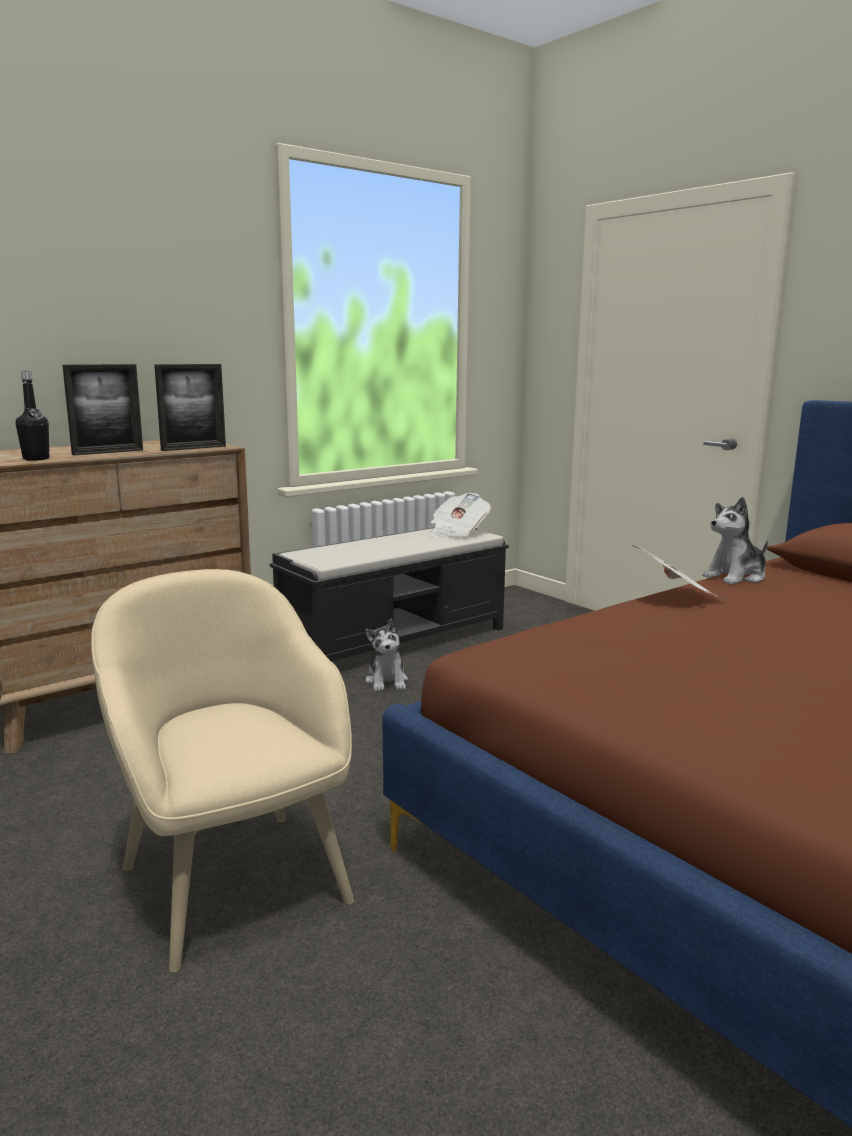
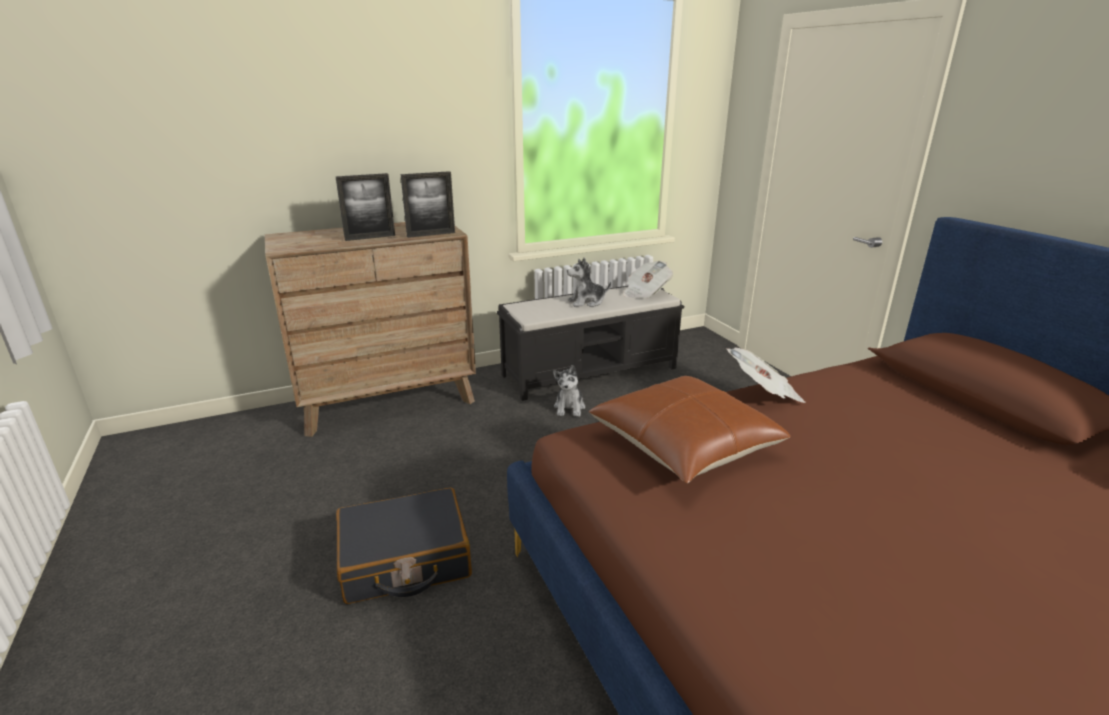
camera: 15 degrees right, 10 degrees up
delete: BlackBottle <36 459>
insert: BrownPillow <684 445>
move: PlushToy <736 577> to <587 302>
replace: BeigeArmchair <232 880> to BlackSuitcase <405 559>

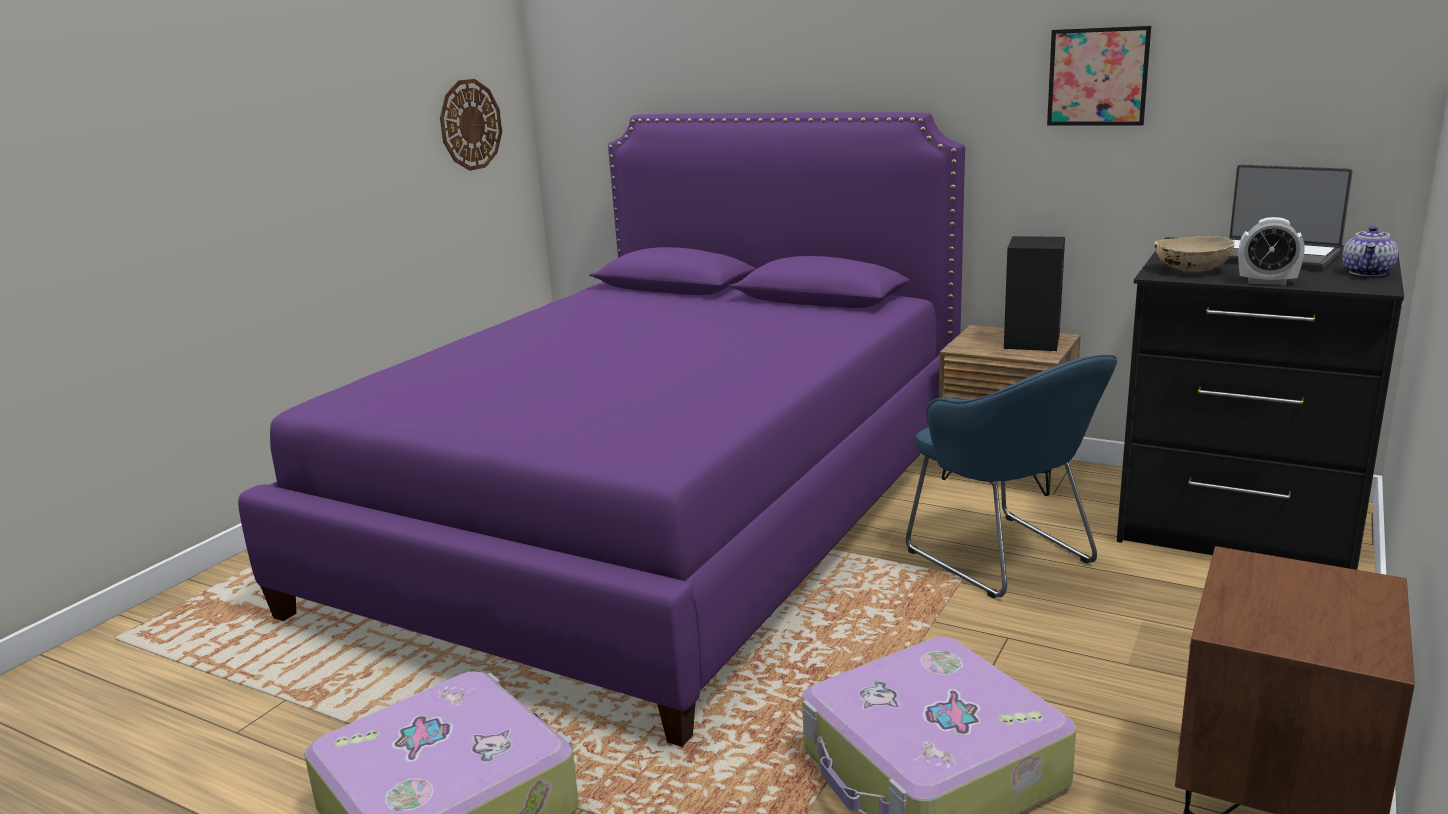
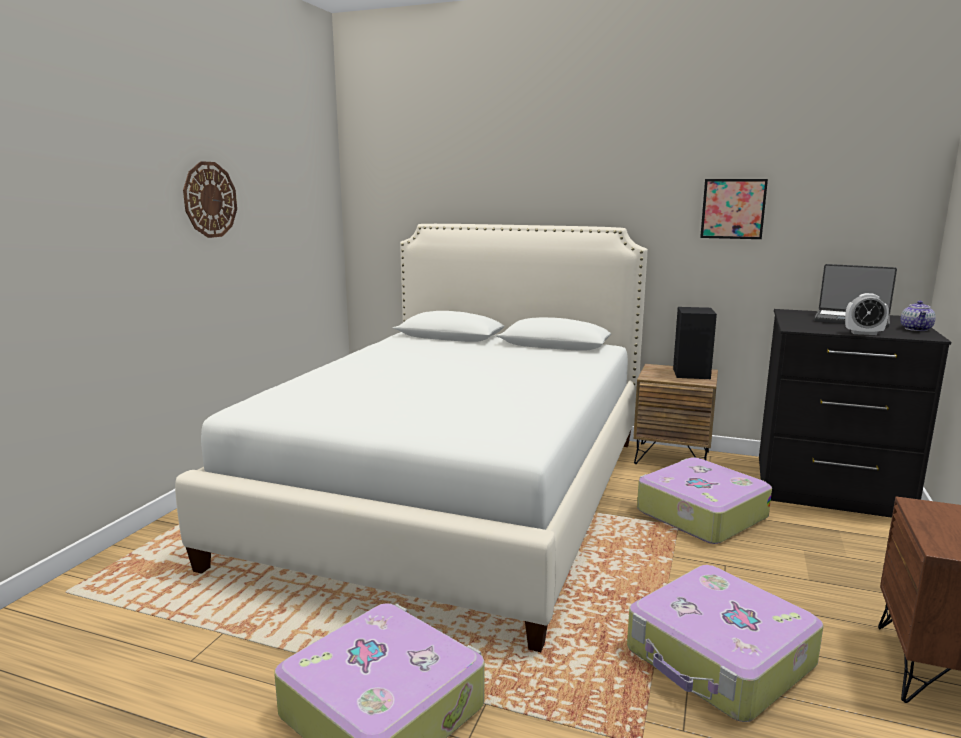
camera: 10 degrees left, 5 degrees down
delete: BeigeBowl <1191 270>
move: WallClock <470 124> to <210 199>
replace: BlueArmchair <1006 559> to Suitcase <699 514>
recolor: PurpleBed <658 521> to WhiteBed <456 494>

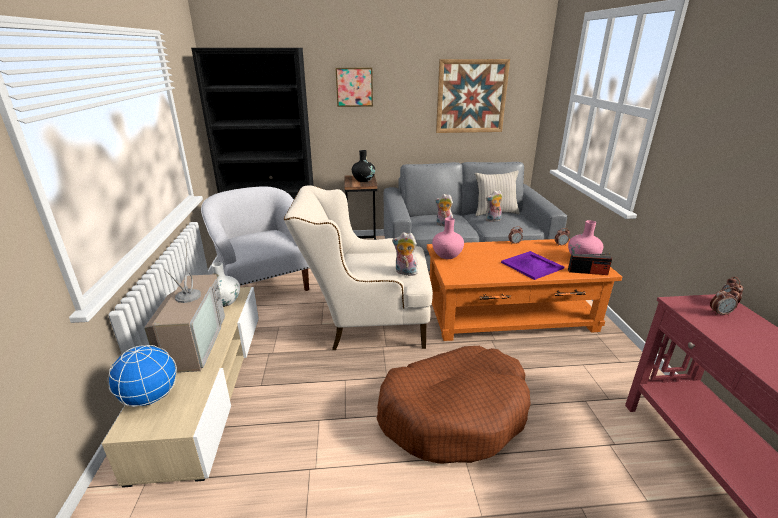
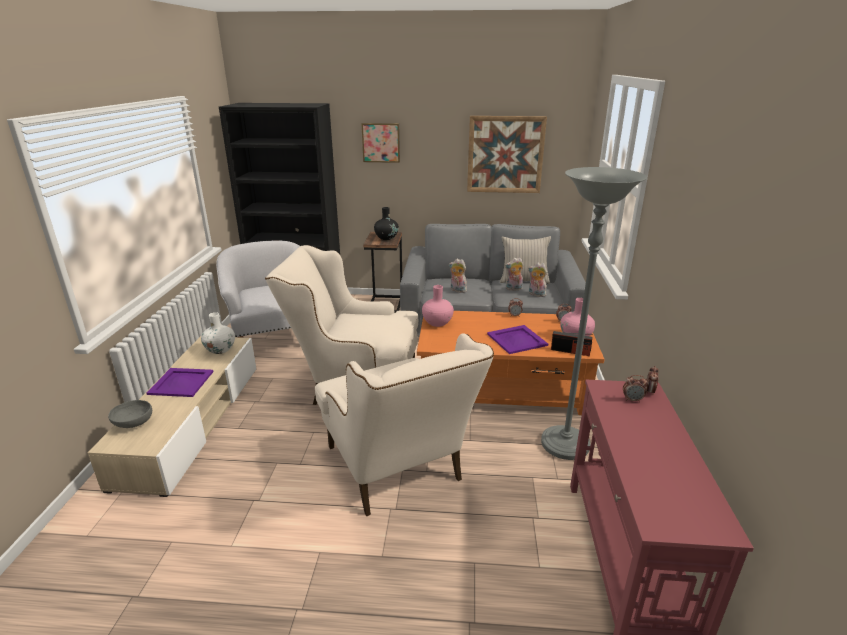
camera: 10 degrees right, 0 degrees up
insert: GreyFloorLamp <565 445>
move: PlushToy <405 272> to <536 294>
replace: Globe <150 398> to GreyBowl <133 423>; Television <192 342> to PurpleTray <181 382>; BrownDogBed <453 413> to BeigeArmchair <399 472>

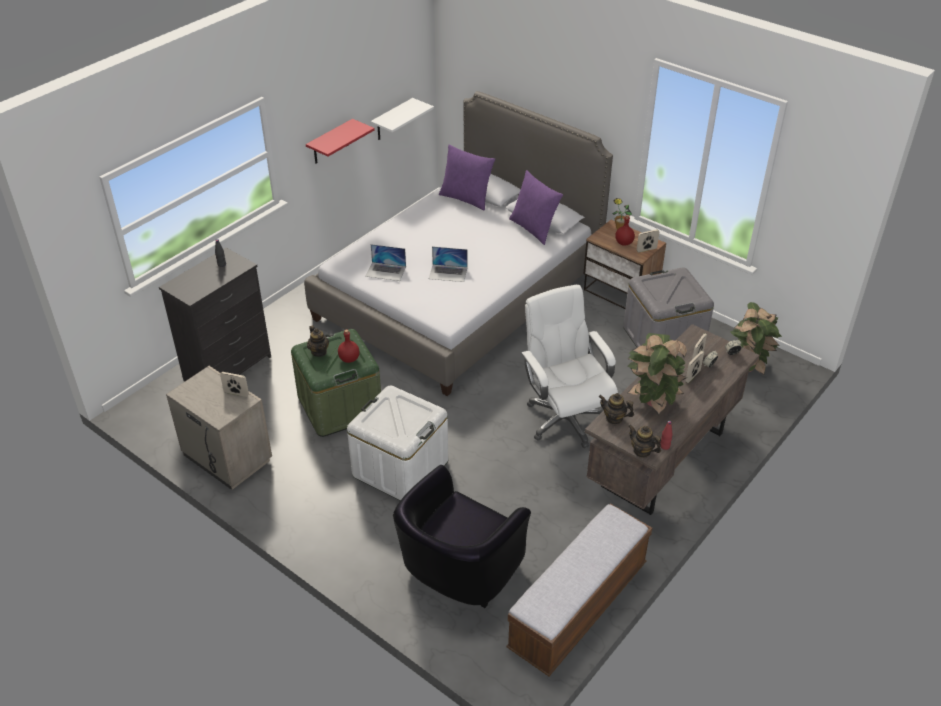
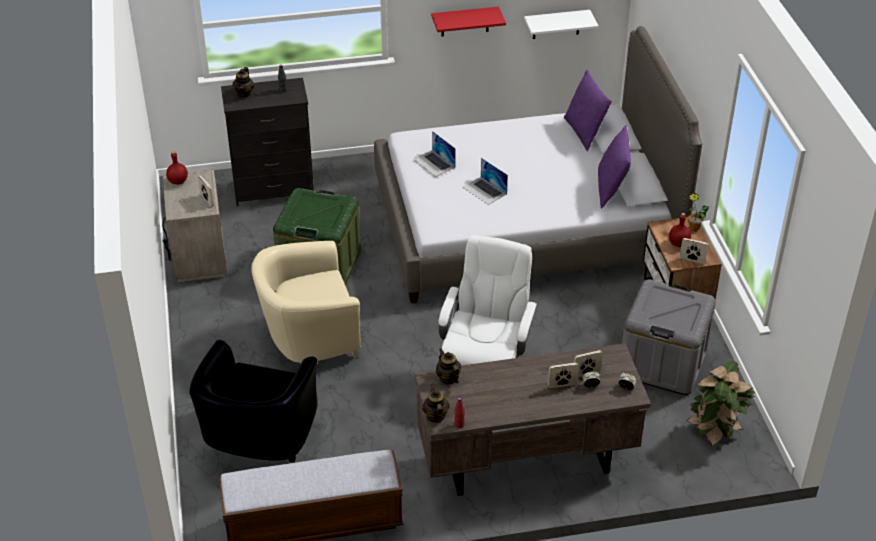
camera: 40 degrees right, 0 degrees up
delete: PottedPlant <652 401>
move: Teapot <319 352> to <244 93>; RedBottle <349 359> to <177 181>
replace: WhiteStorageBox <400 468> to BeigeArmchair <308 338>
rotate: BlackArmchair <457 573> = <257 440> 60 degrees counterclockwise

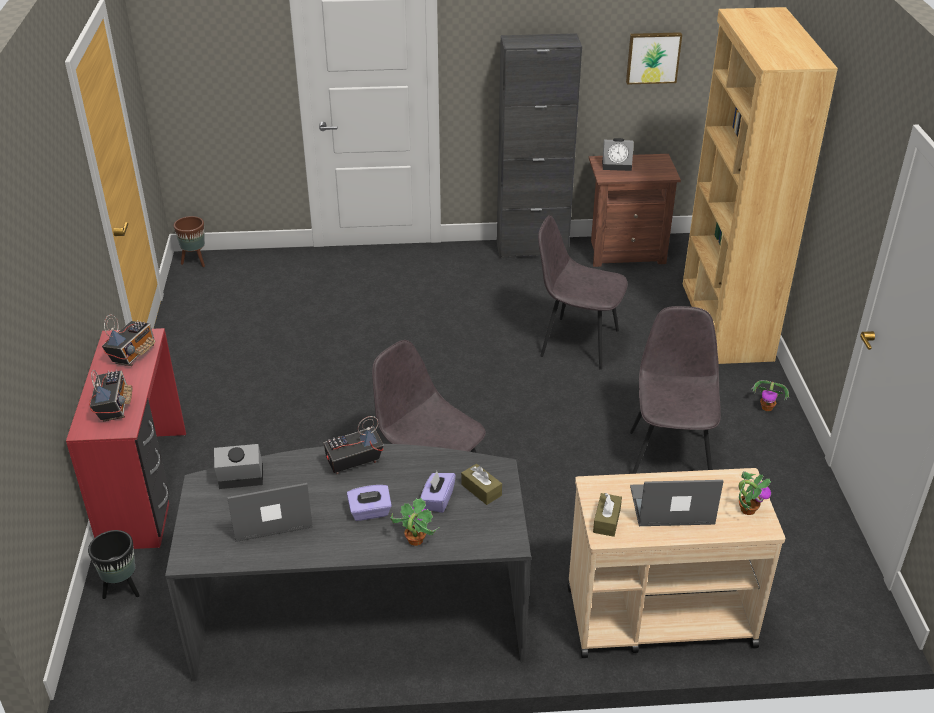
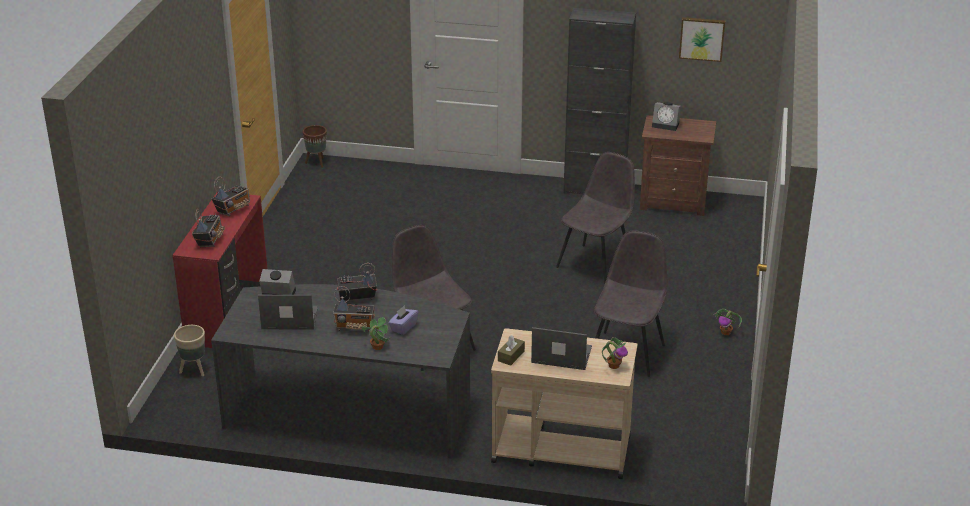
camera: 15 degrees right, 5 degrees down
delete: BrownTissueBox <481 490>; BrownBookcase <725 321>
replace: PurpleTissueBox <370 512> to Radio <355 327>
recolor: BlackPlanter <122 589> to BeigePlanter <194 370>
rotate: GreyChair <577 342> = <595 264> 90 degrees clockwise

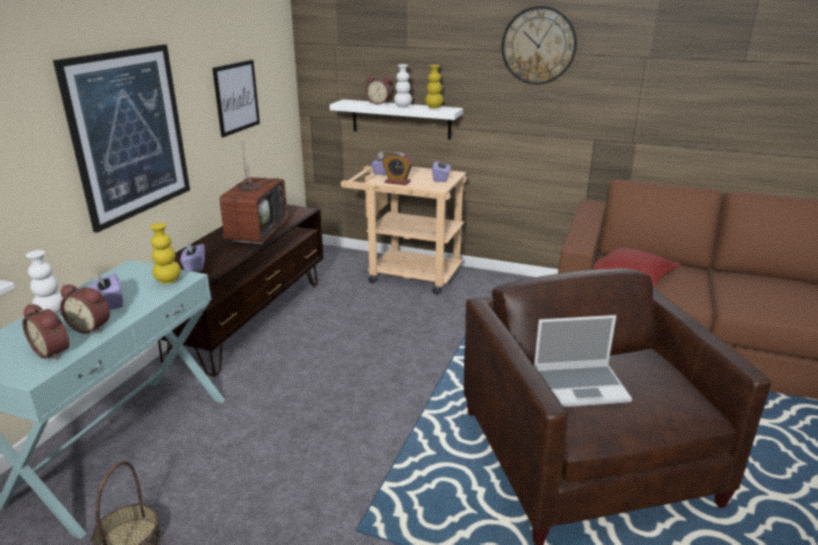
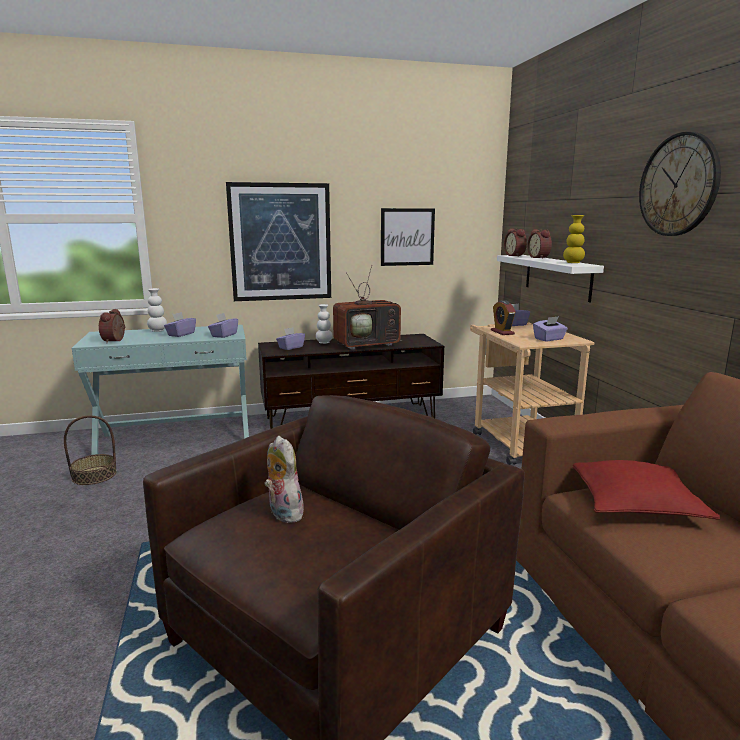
camera: 55 degrees right, 10 degrees down
move: AlarmClock <92 327> to <515 256>; WhiteVase <403 107> to <324 342>
replace: YellowVase <168 281> to PurpleTissueBox <224 335>; Laptop <580 386> to PlushToy <283 513>

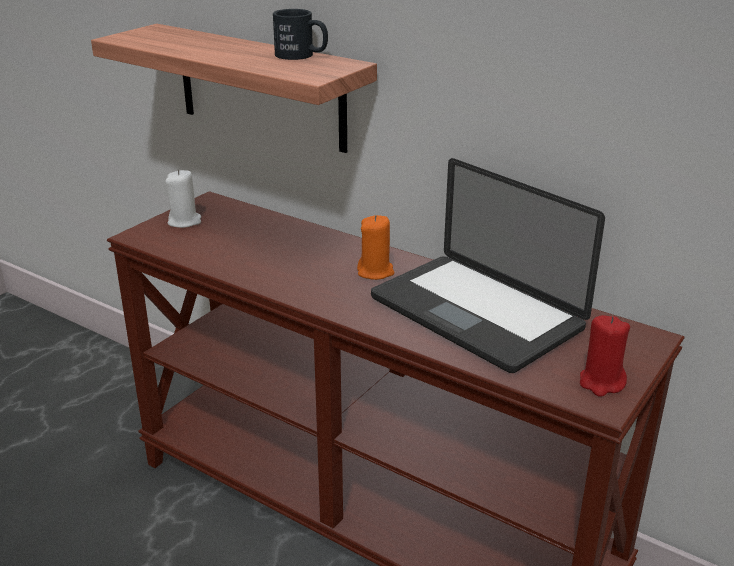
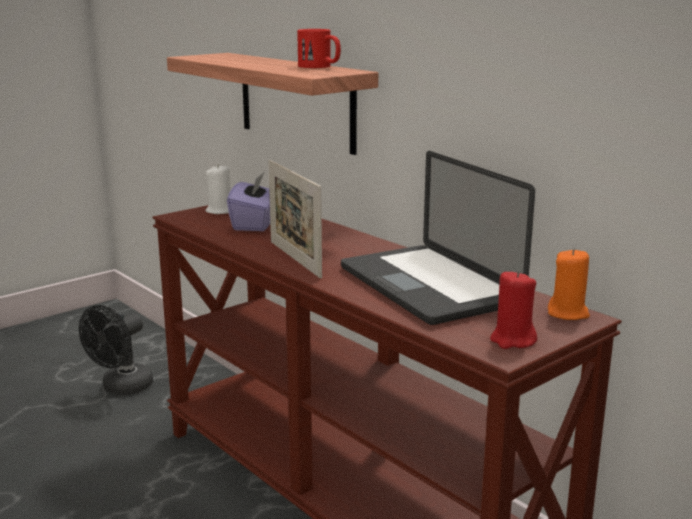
camera: 15 degrees right, 10 degrees down
insert: BlackFan <122 388>; PurpleTissueBox <255 224>; PictureFrame <294 259>
move: OrangeCandle <375 272> to <568 313>
recolor: BlackMug <302 55> to RedMug <320 67>

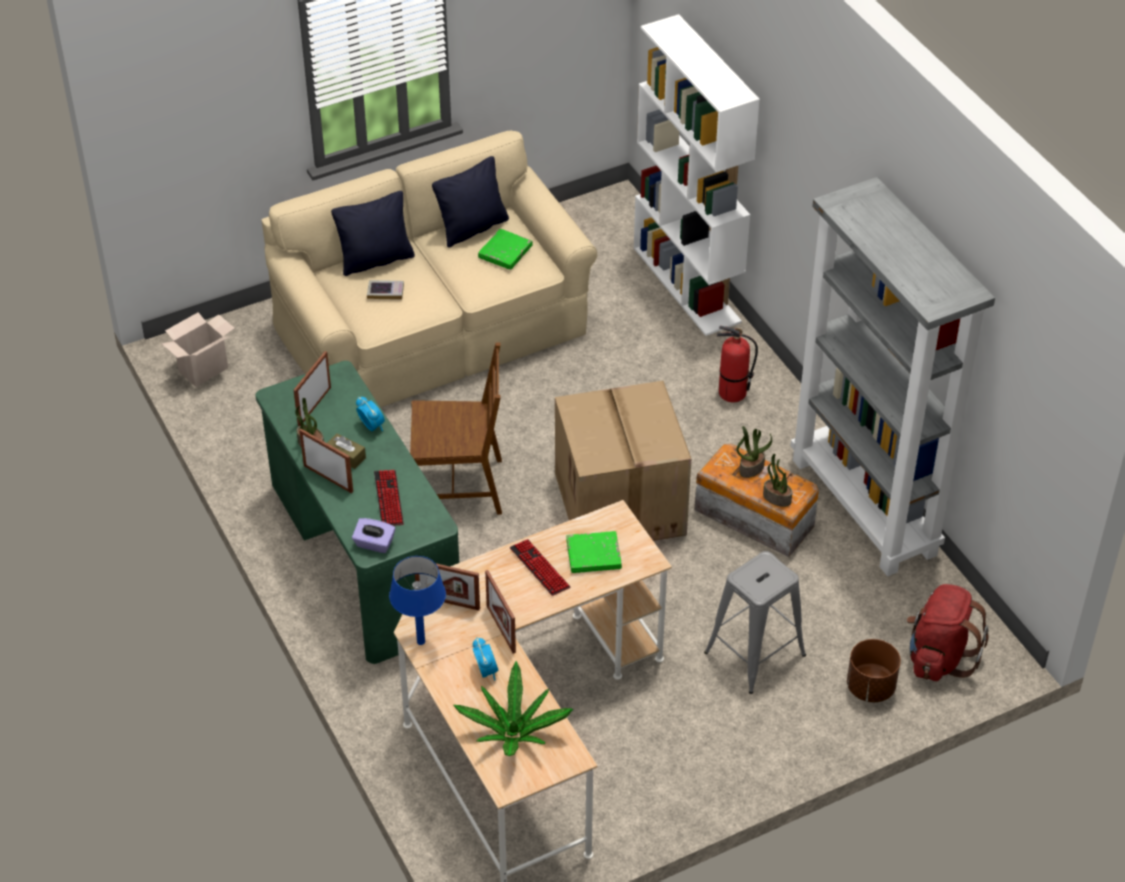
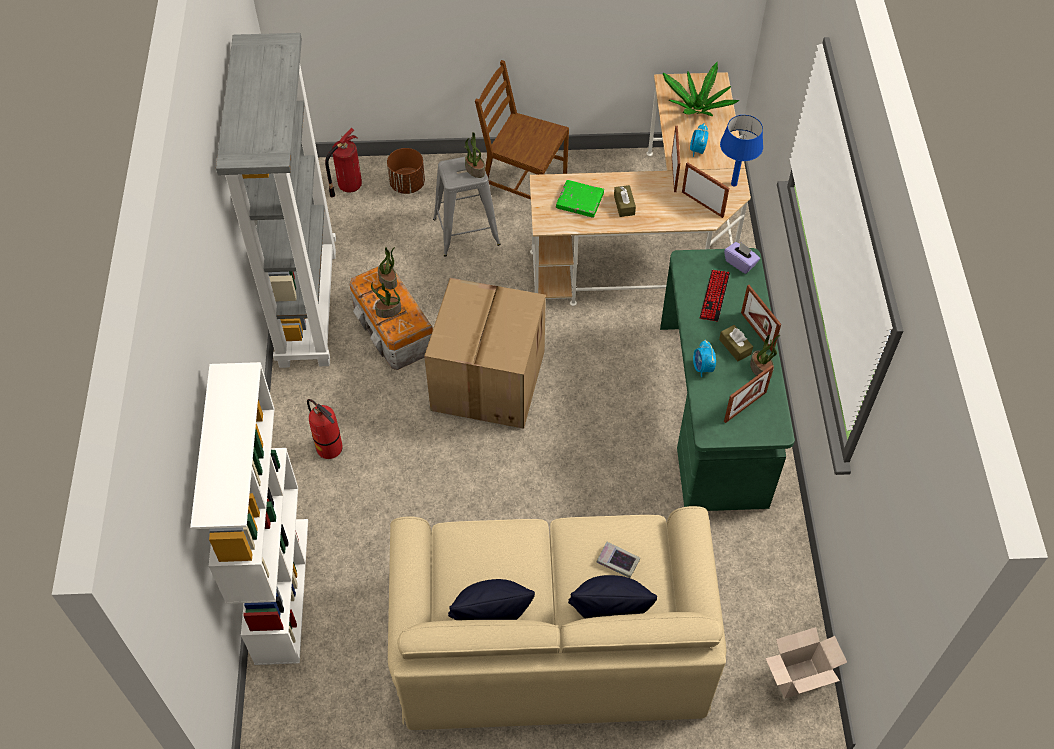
camera: 155 degrees left, 10 degrees up
delete: GreenBook <505 252>
insert: PottedPlant <474 170>
move: BrownChair <459 486> to <522 184>
replace: Keyboard <539 568> to BrownTissueBox <624 205>; RedBackpack <938 657> to FireExtinguisher <348 186>

